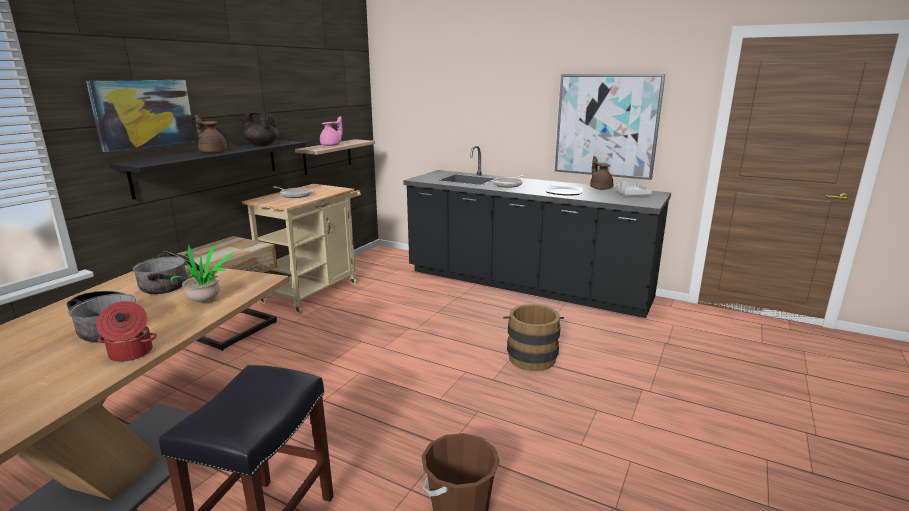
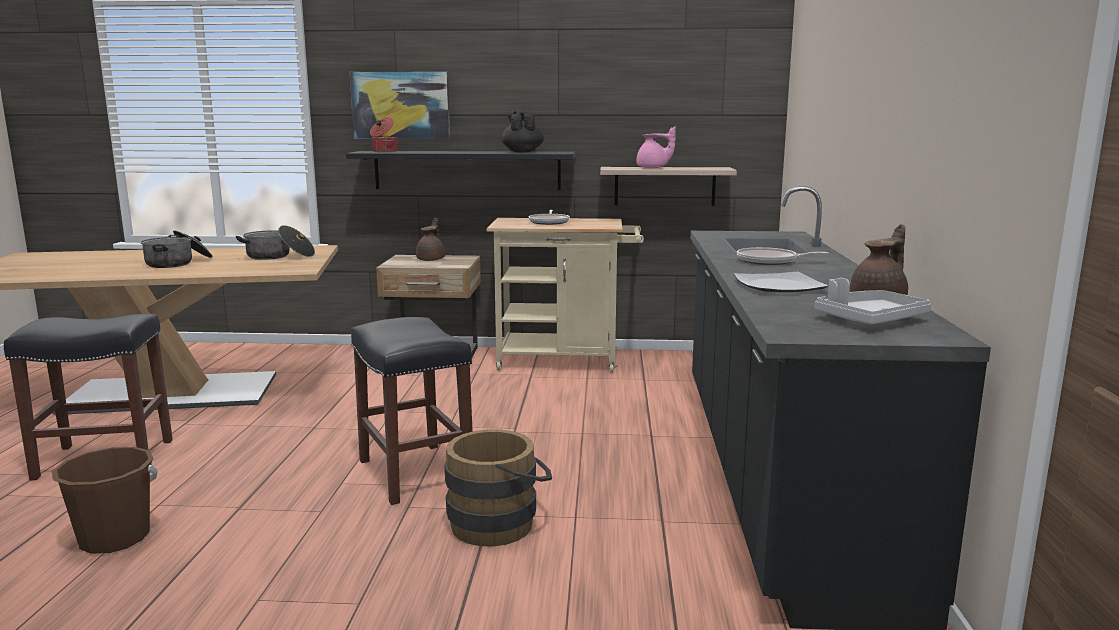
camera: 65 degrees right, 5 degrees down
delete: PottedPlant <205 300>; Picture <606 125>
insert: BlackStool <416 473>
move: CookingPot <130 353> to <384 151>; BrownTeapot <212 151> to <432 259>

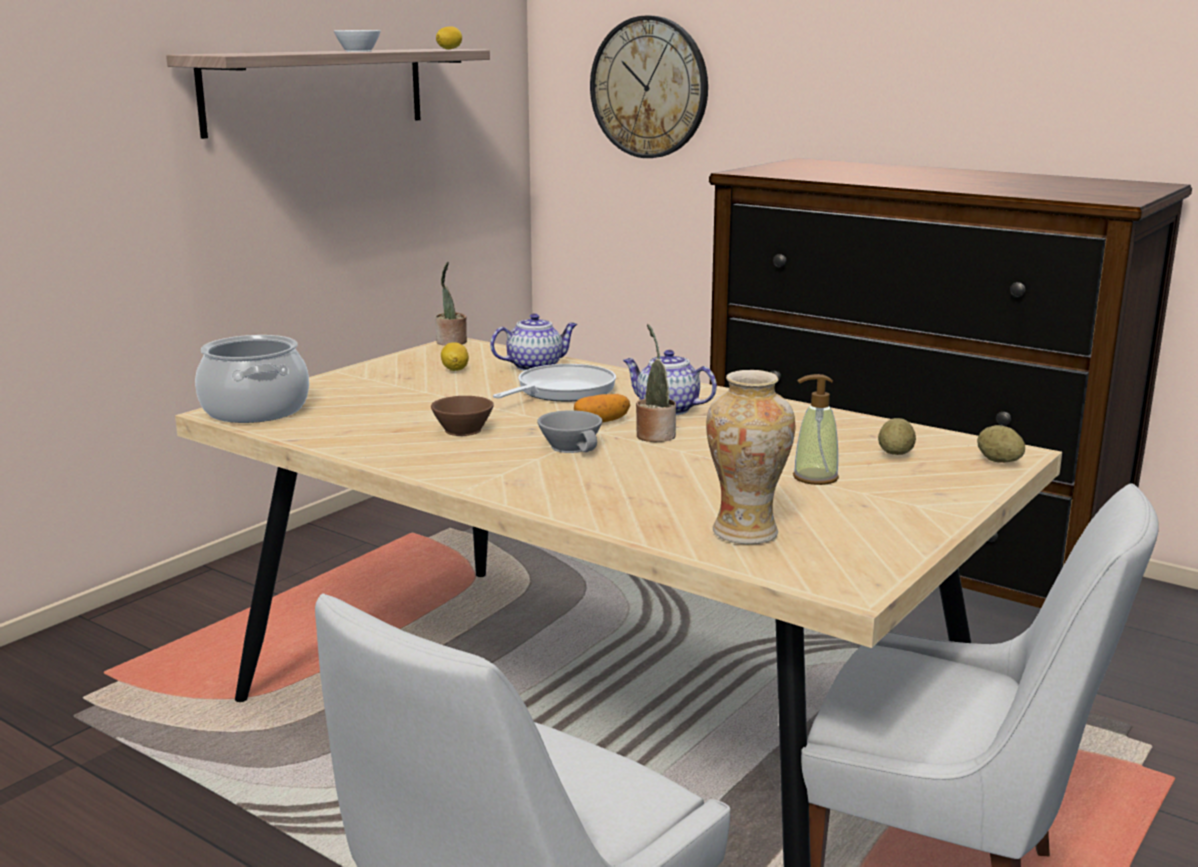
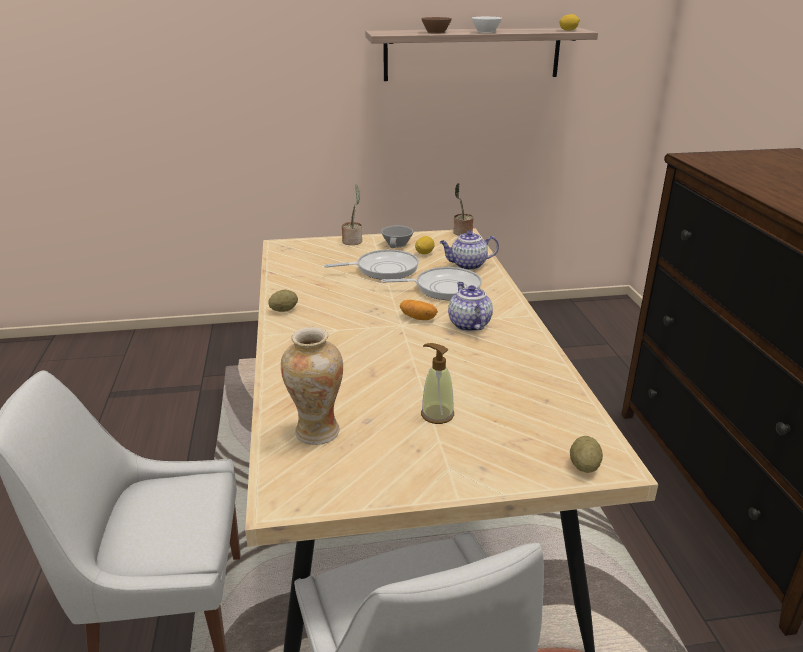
camera: 45 degrees right, 10 degrees up
delete: CookingPot <256 410>; WallClock <649 87>
insert: FryingPan <383 269>
move: BrownCup <460 430> to <435 32>; GreyCup <573 447> to <398 244>; PottedPlant <654 435> to <353 241>; Potato <895 454> to <284 310>
rotate: Teapot <535 366> = <467 265> 150 degrees clockwise

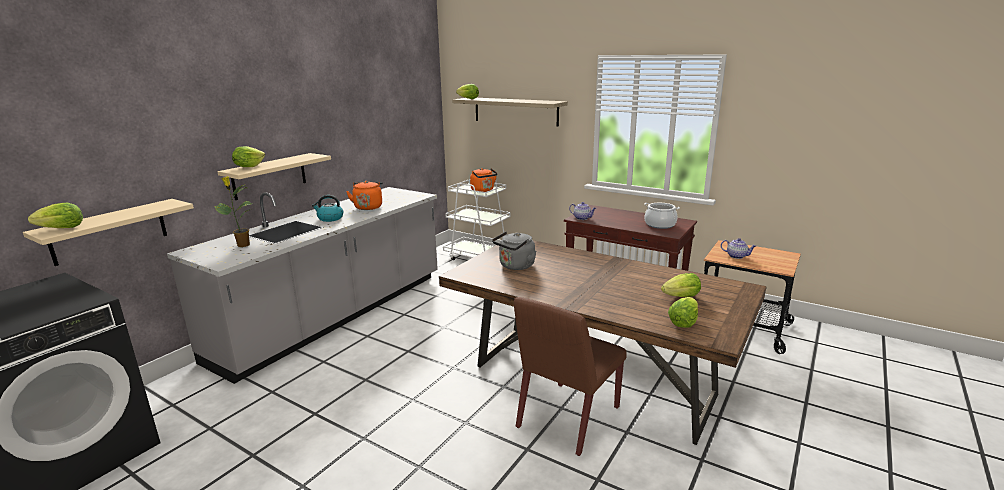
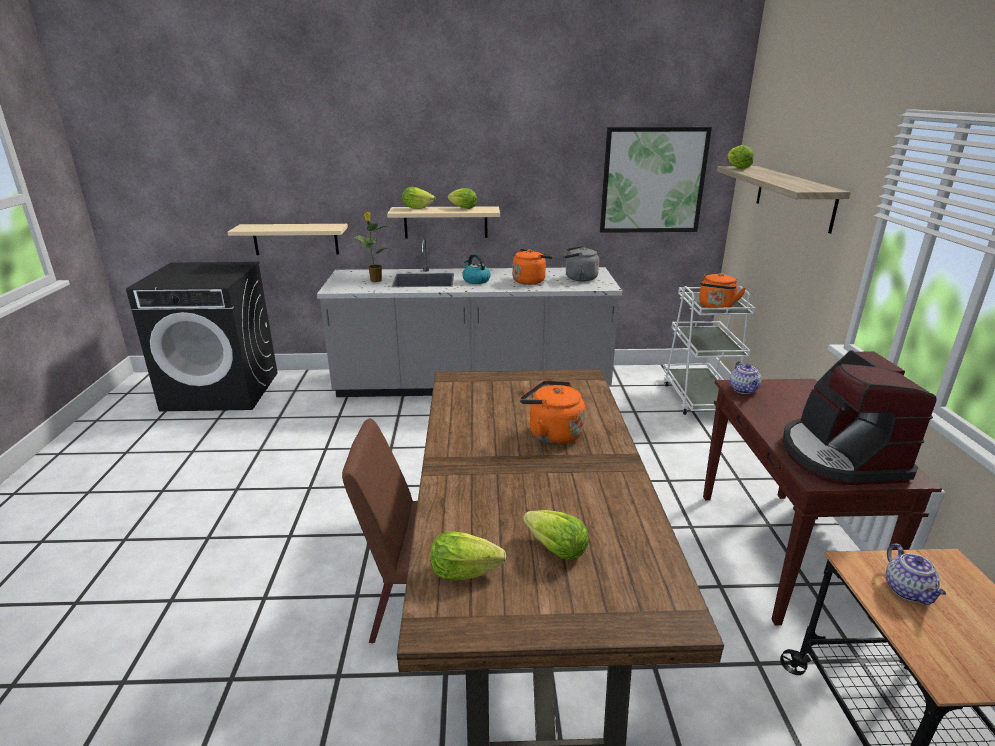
camera: 55 degrees right, 5 degrees up
insert: OrangeKettle <552 434>; Picture <653 180>
move: Lettuce <62 228> to <463 208>; GreyKettle <515 266> to <578 278>
replace: CookingPot <660 225> to CoffeeMachine <840 456>

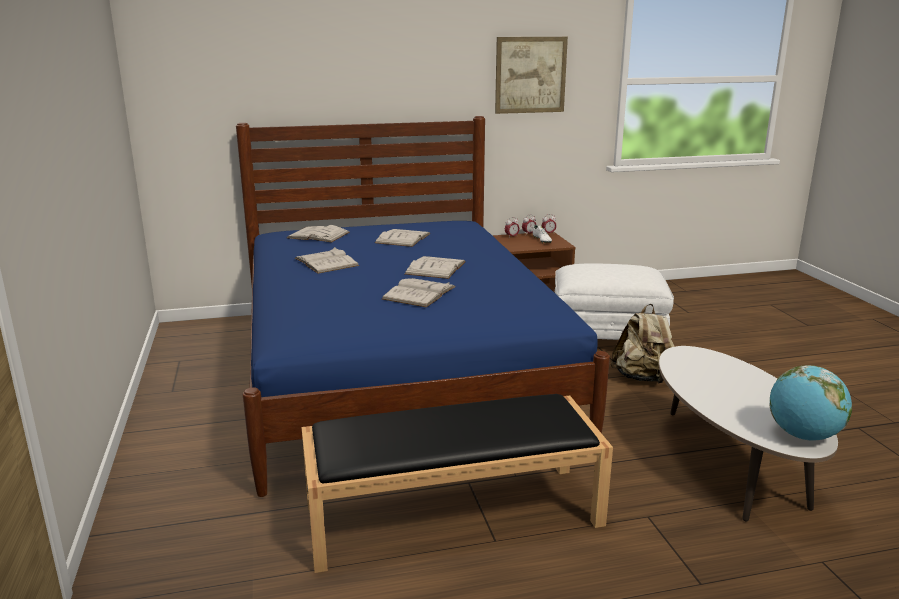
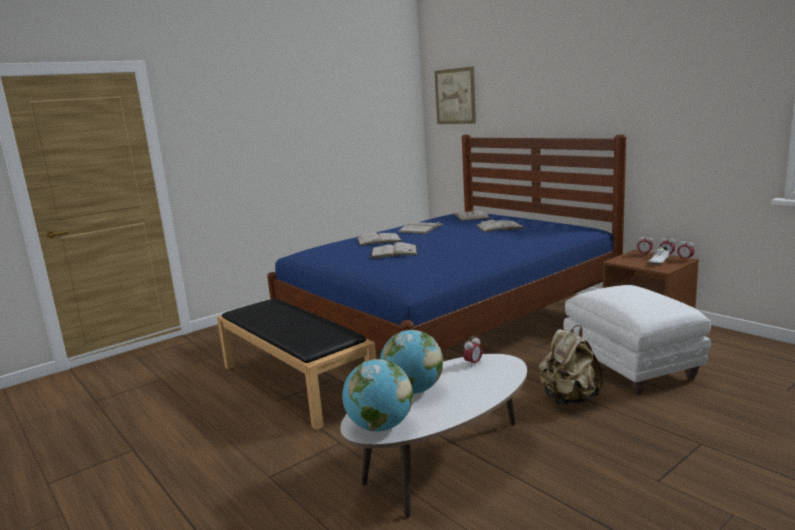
camera: 65 degrees right, 5 degrees down
insert: Globe <413 391>; AlarmClock <473 363>
move: WhiteBook <435 268> to <379 240>; Picture <530 75> to <455 96>

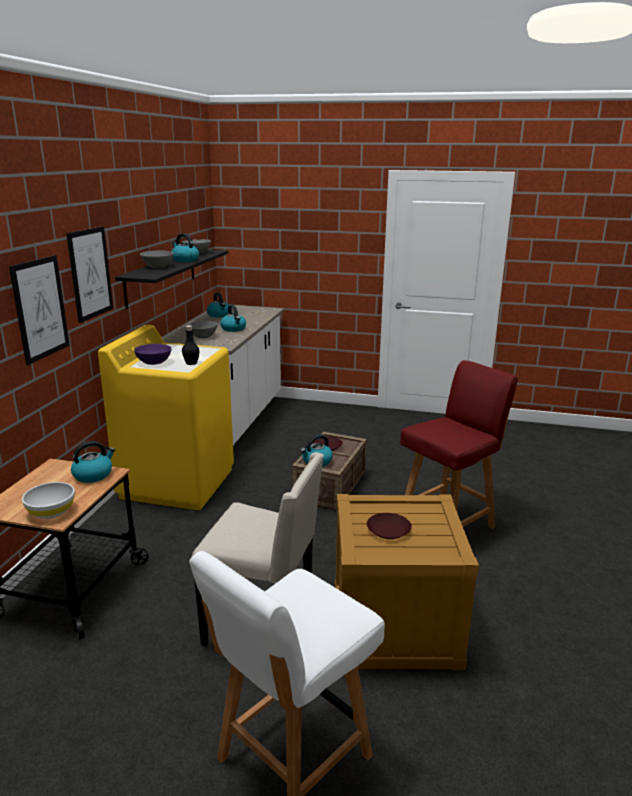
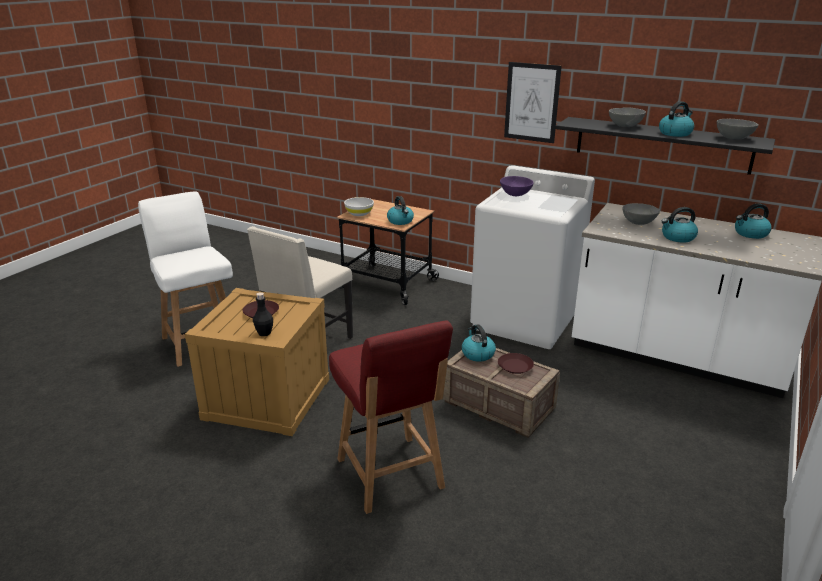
camera: 105 degrees right, 5 degrees up
delete: Picture <40 308>
move: BlackBottle <191 363> to <264 333>
recolor: YellowWashingMachine <177 482> to WhiteWashingMachine <525 320>

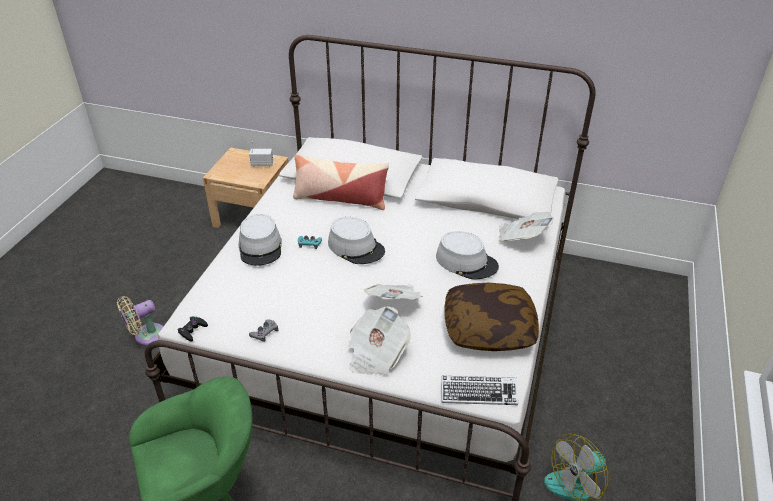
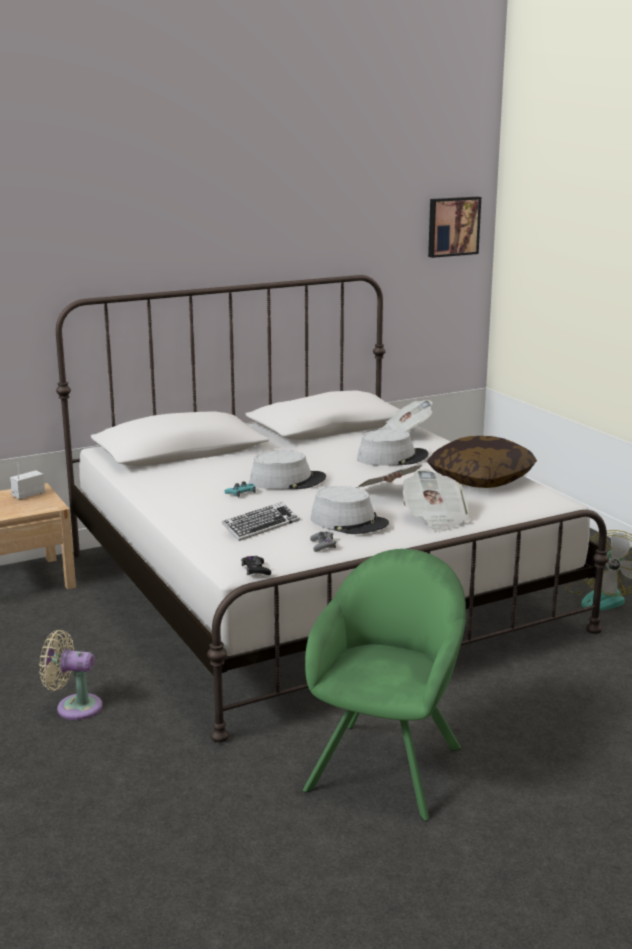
camera: 45 degrees left, 20 degrees down
delete: Pillow <340 198>
insert: Picture <452 226>
move: GreyHat <260 247> to <349 522>; Keyboard <478 393> to <261 526>
rotate: BeigeFan <146 336> = <74 707> 90 degrees clockwise

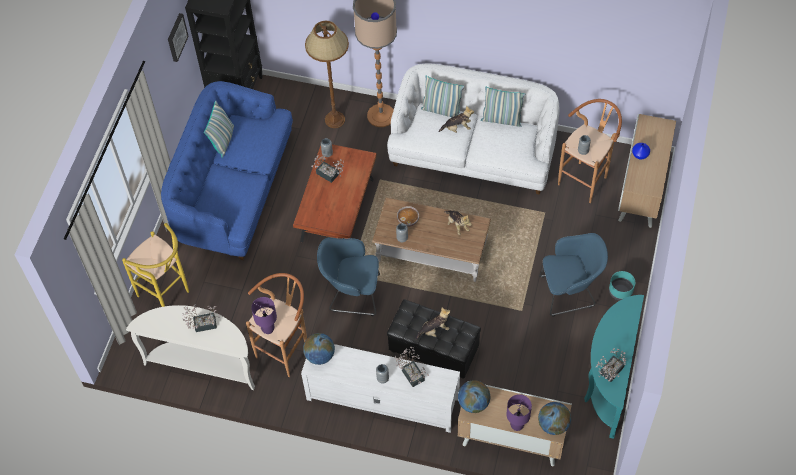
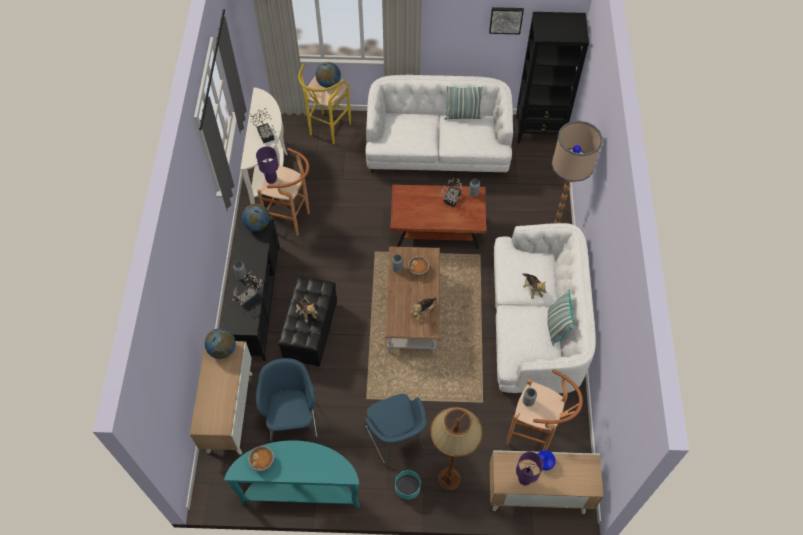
camera: 75 degrees right, 0 degrees up
delete: Pillow <441 110>
move: BrownFloorLamp <335 119> to <449 479>; BlueArmchair <352 293> to <292 418>; PurpleTableLamp <517 426> to <524 479>; Globe <553 425> to <329 83>
replace: PottedPlant <609 372> to Bowl <262 461>
recolor: BlueSofa <233 190> to WhiteSofa <437 151>; WhiteTvStand <382 399> to BlackTvStand <256 300>

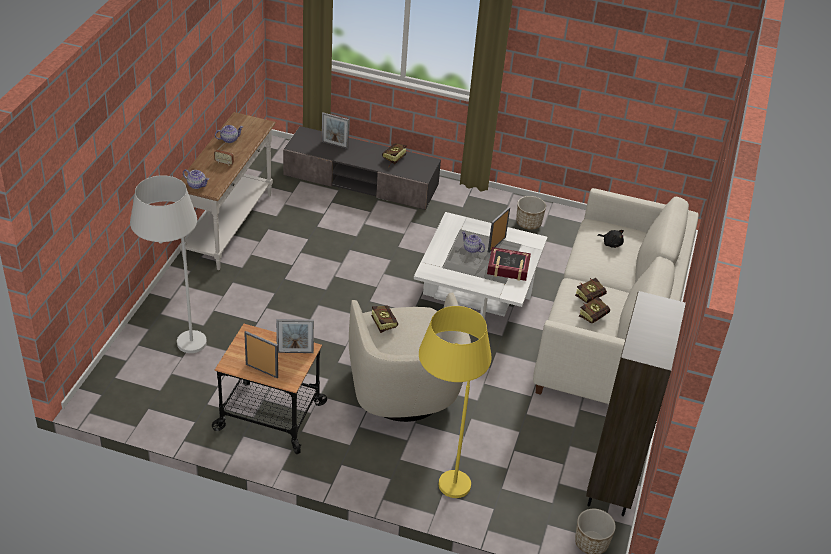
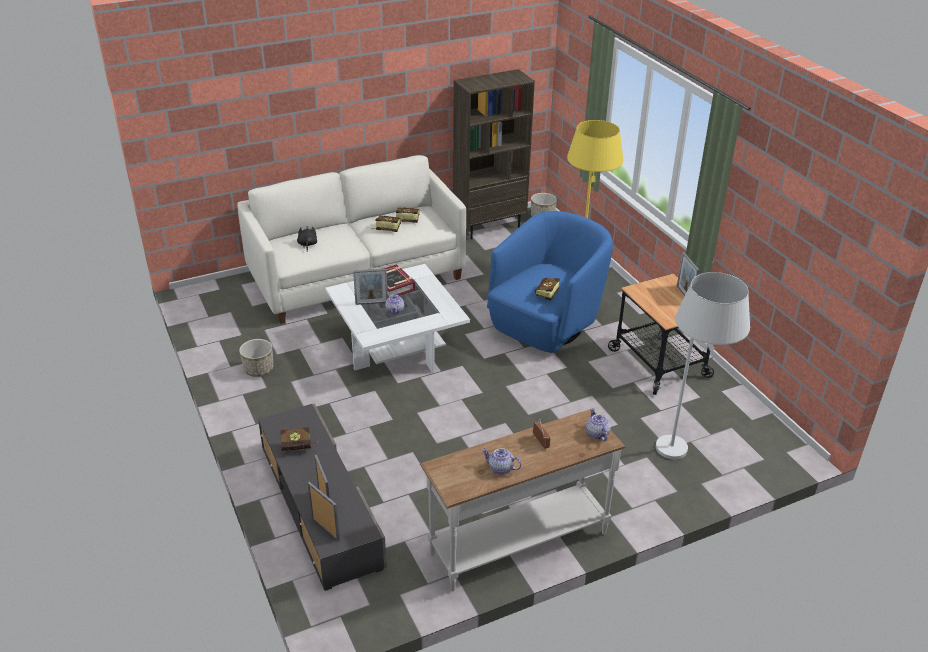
camera: 130 degrees left, 5 degrees down
move: PictureFrame <295 352> to <325 529>
recolor: BeigeArmchair <403 393> to BlueArmchair <546 324>

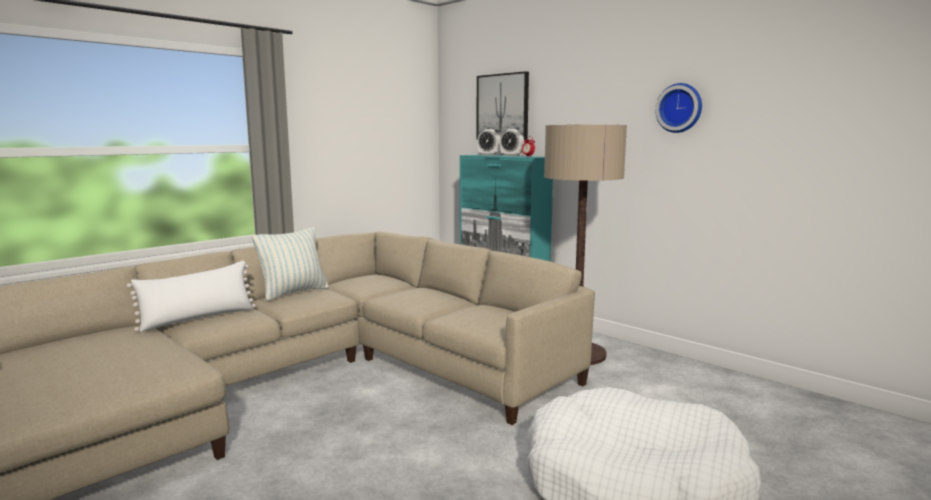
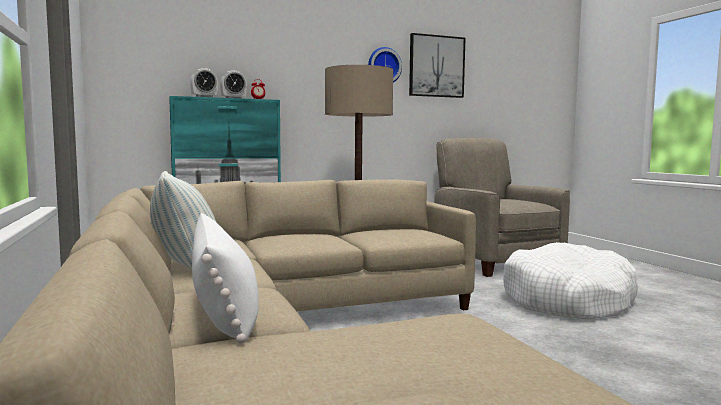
camera: 65 degrees left, 5 degrees down
insert: BeigeArmchair <495 262>
move: Picture <503 107> to <436 66>

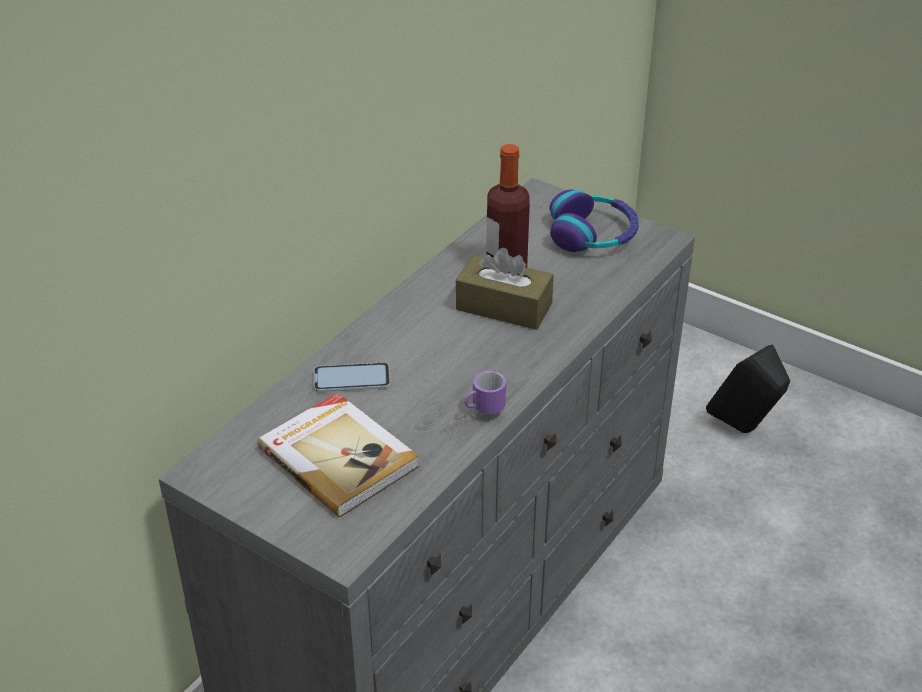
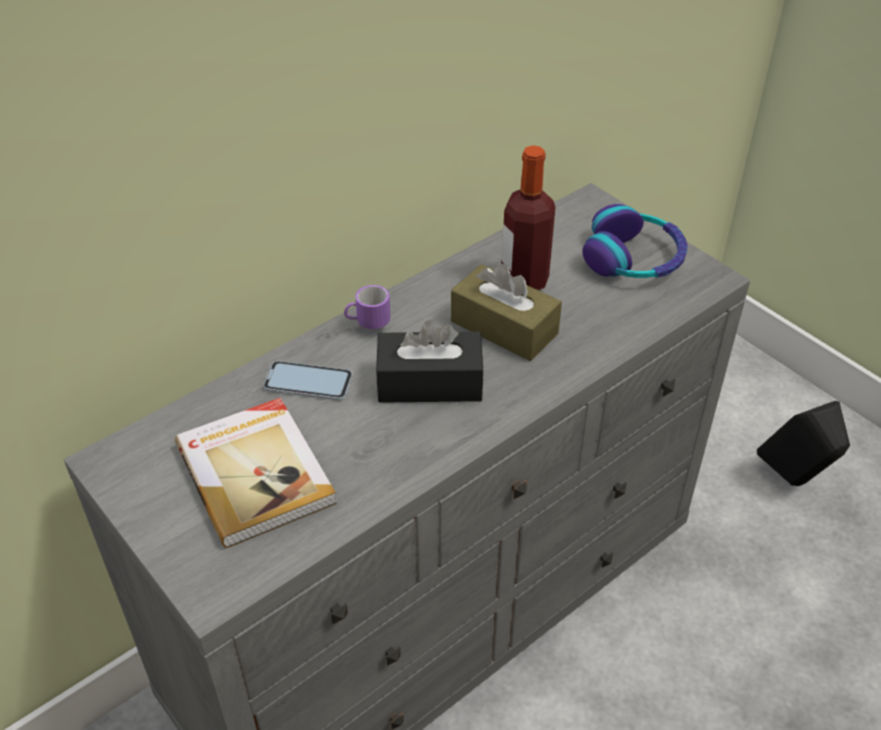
camera: 15 degrees right, 5 degrees up
insert: BlackTissueBox <429 383>
move: Mug <472 418> to <354 330>

